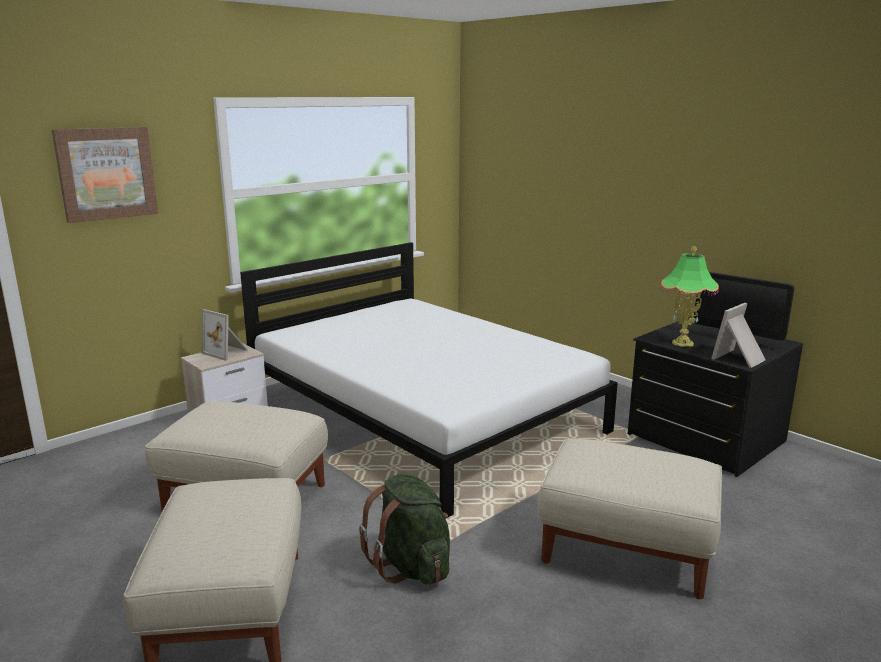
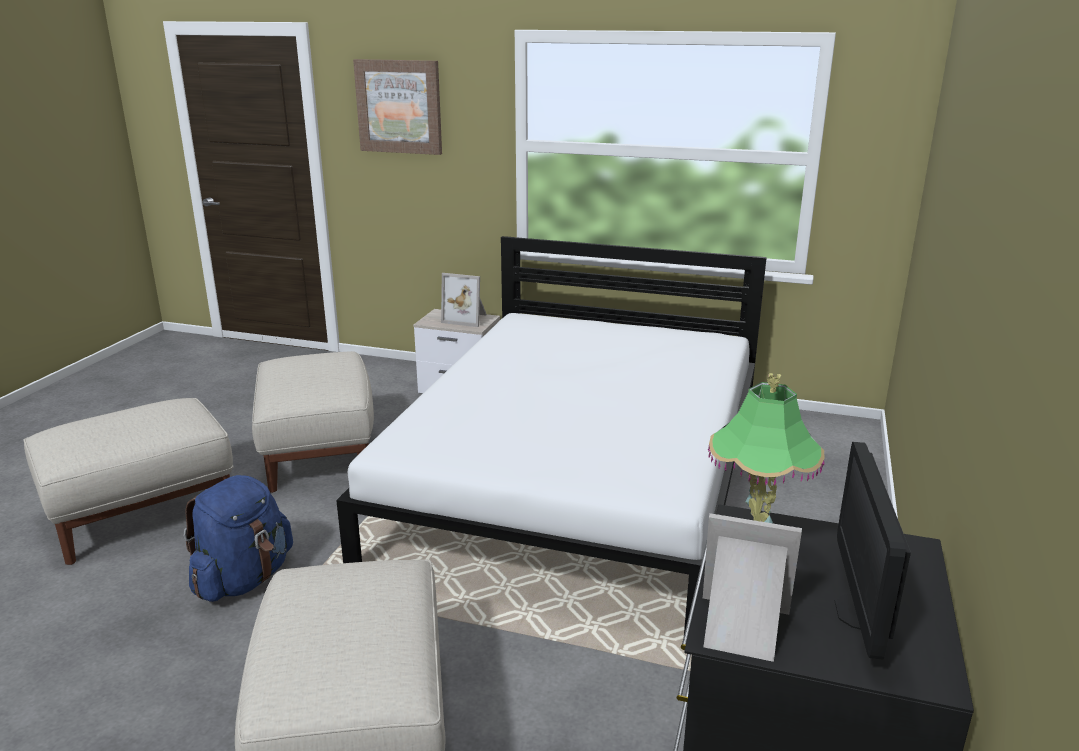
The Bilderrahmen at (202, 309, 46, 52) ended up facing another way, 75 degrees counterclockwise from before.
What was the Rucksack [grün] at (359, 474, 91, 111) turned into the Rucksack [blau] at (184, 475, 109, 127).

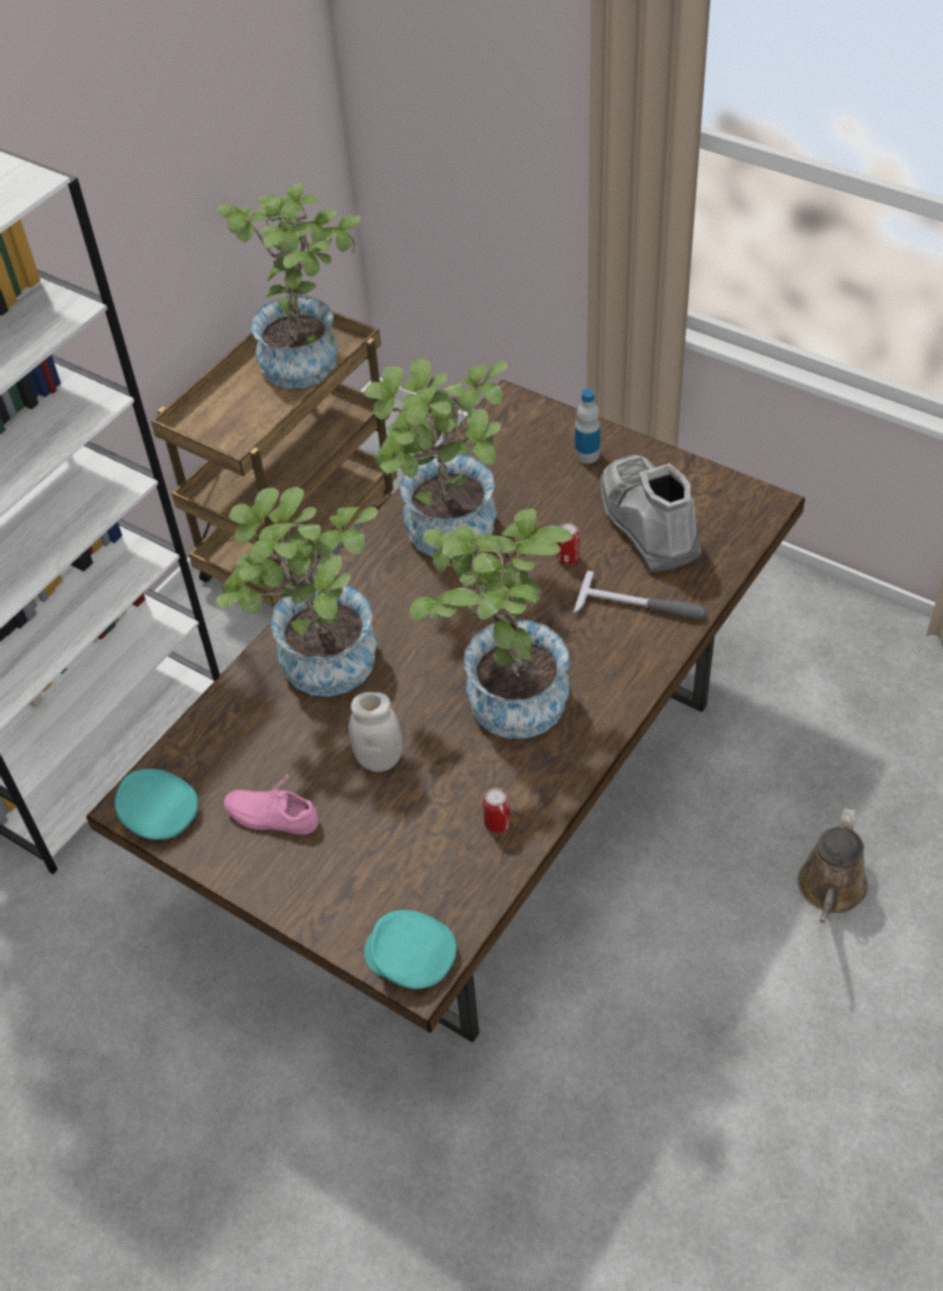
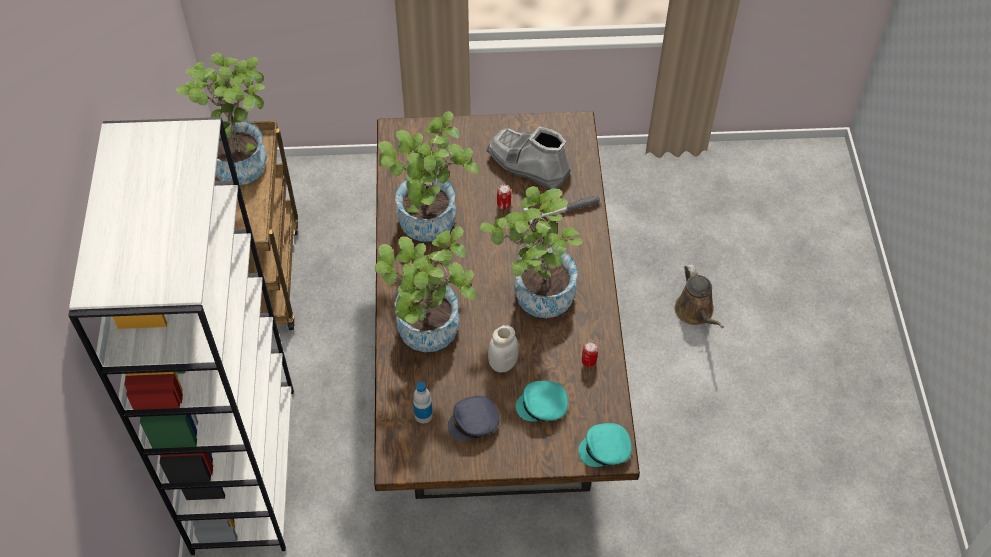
The Flasche ended up elsewhere, having gone from (575, 389, 25, 75) to (413, 382, 20, 41).
The Kappe [türkis] ended up elsewhere, having gone from (115, 769, 83, 71) to (516, 381, 52, 41).
Where the Schuh [rosa] stood at (224, 774, 95, 61), the Kappe [grau] came to stand at (448, 396, 51, 45).

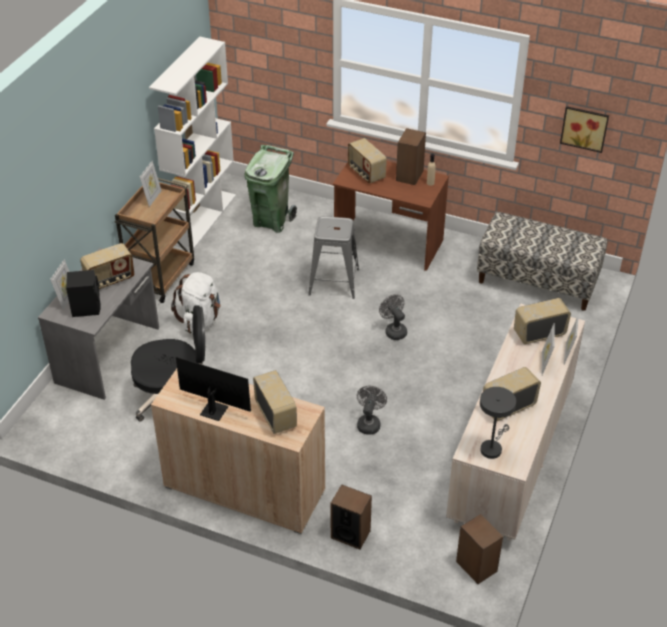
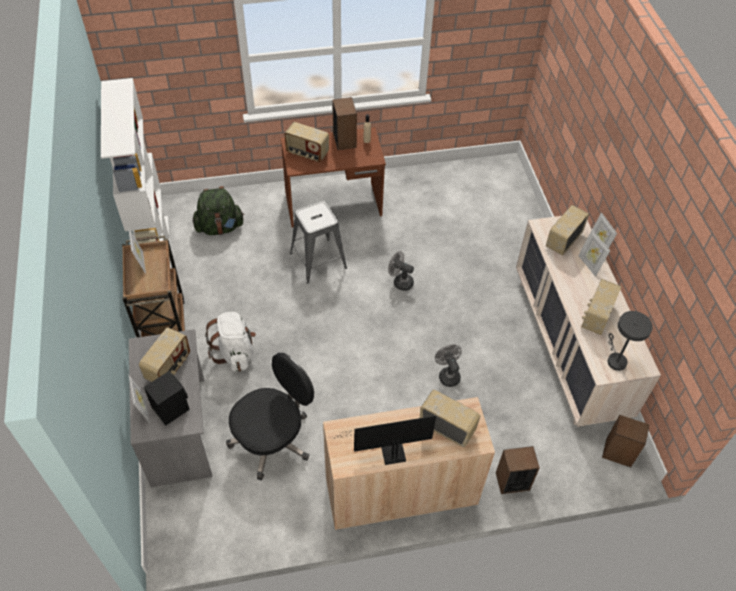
The second view lost the Bild at (560, 106, 49, 47).
Where the Mülleimer [grün] stood at (245, 145, 52, 88), the Rucksack [grün] came to stand at (193, 186, 51, 49).
The second view lost the Bank at (477, 212, 130, 99).

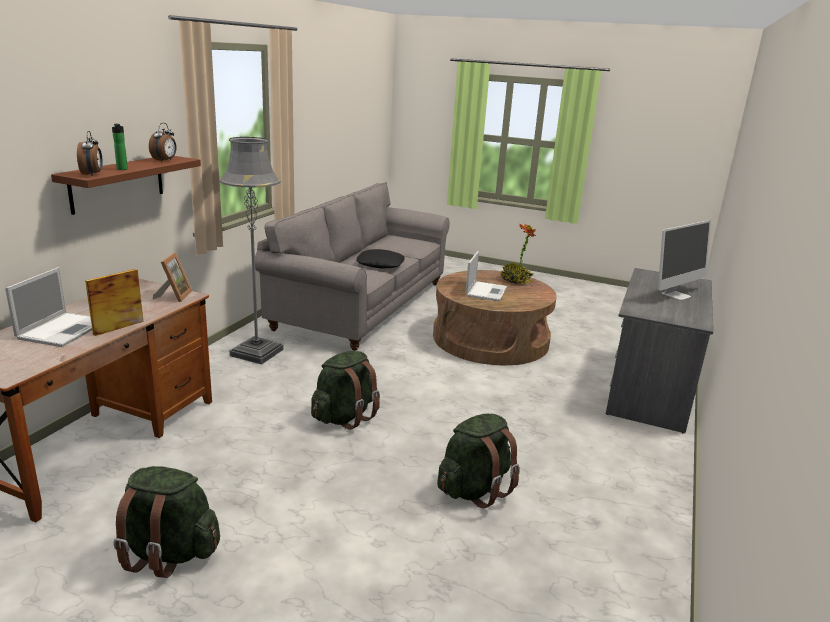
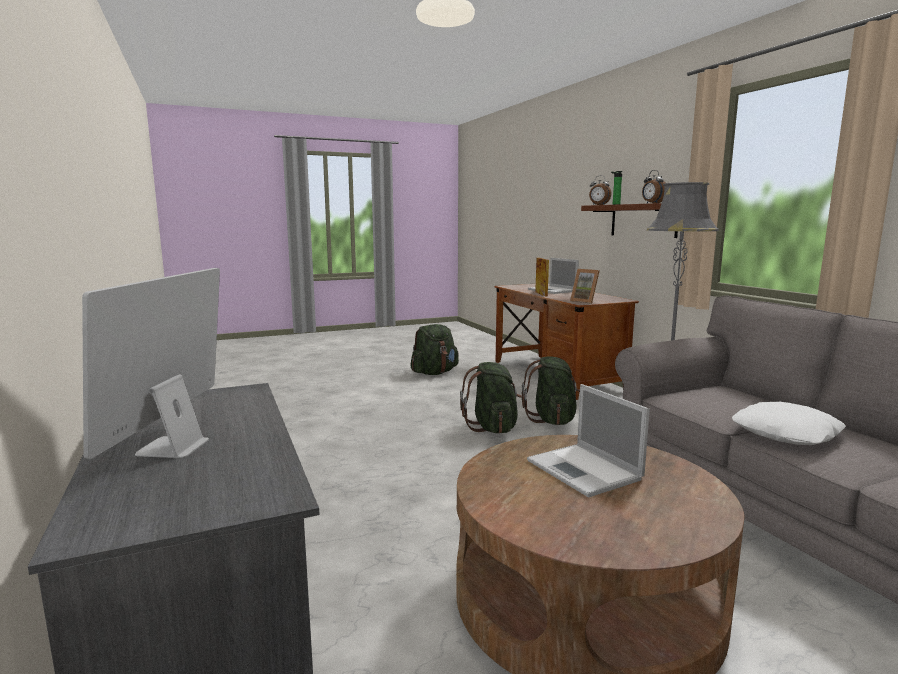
The second view lost the Topfpflanze at (500, 224, 36, 60).
What was the Kissen [schwarz] at (357, 249, 48, 19) turned into the Kissen [weiß] at (732, 402, 114, 43).
The Rucksack [grün] ended up elsewhere, having gone from (437, 414, 83, 94) to (522, 356, 58, 69).

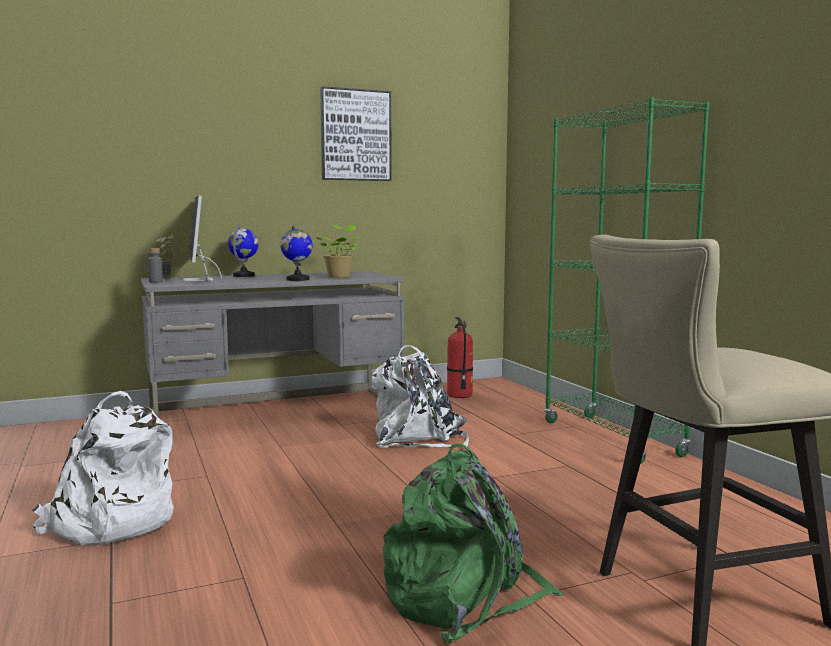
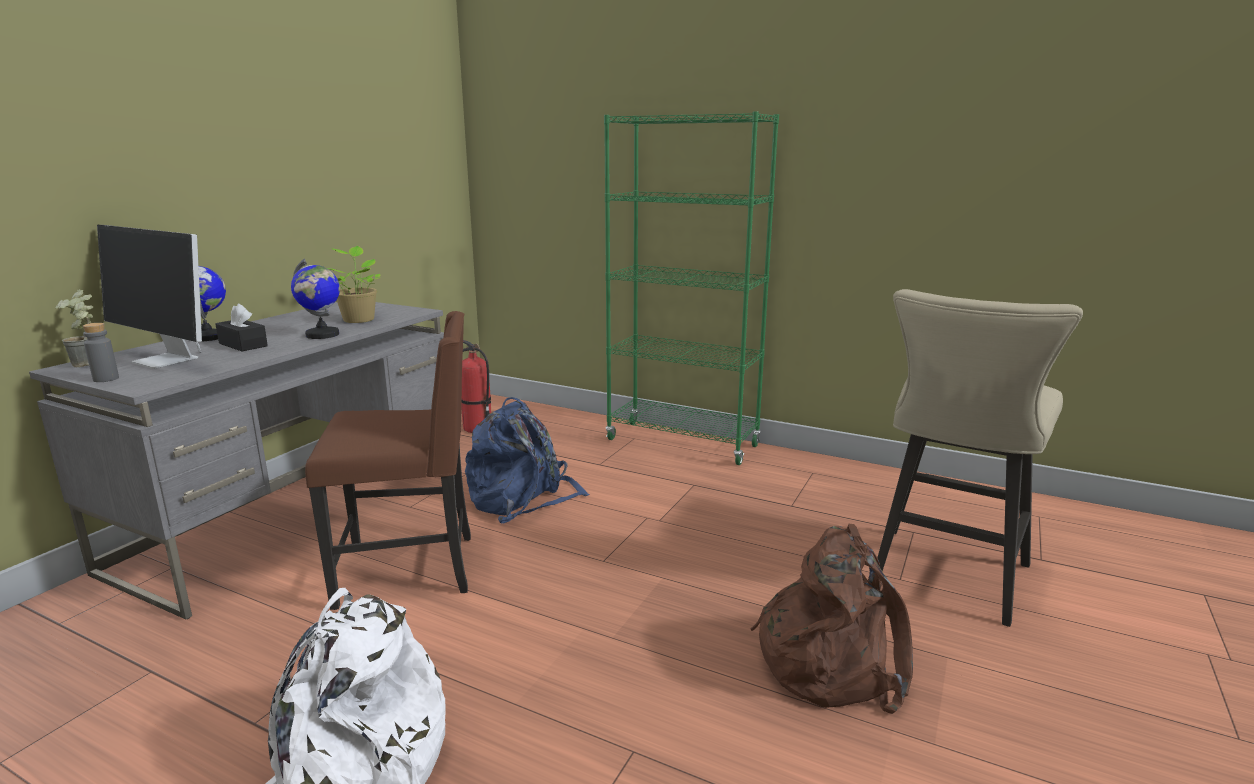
The second view lost the Bild at (320, 86, 72, 95).
What was the Rucksack [weiß] at (372, 345, 97, 103) turned into the Rucksack [blau] at (465, 397, 125, 126).
What was the Rucksack [grün] at (382, 444, 182, 199) turned into the Rucksack [braun] at (751, 524, 162, 190).
The second view gained the Taschentuchbox [schwarz] at (215, 304, 53, 47).
The second view gained the Stuhl [braun] at (305, 311, 166, 299).

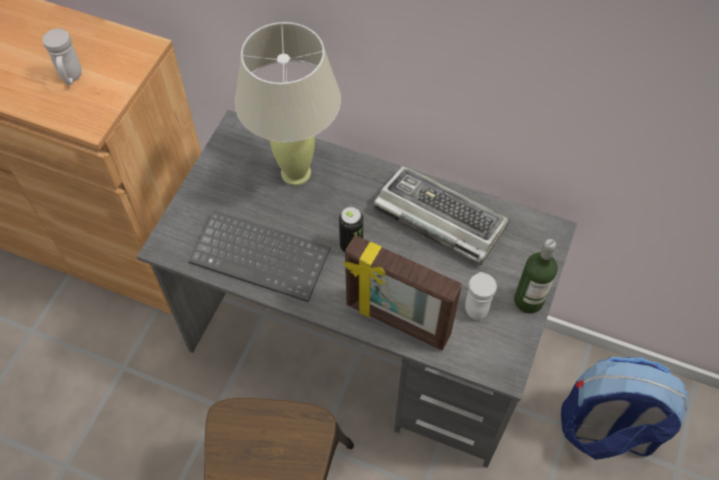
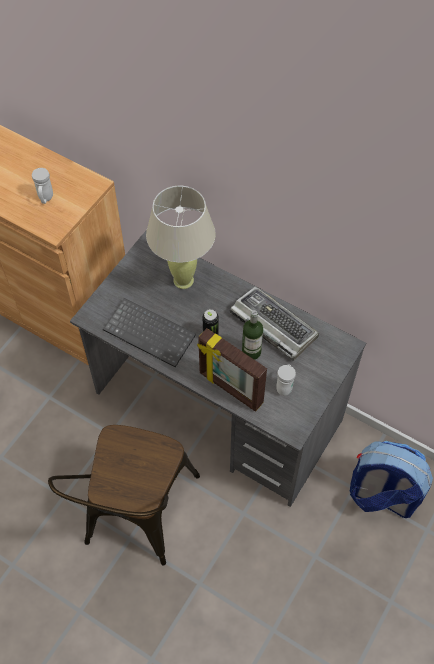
The Flasche ended up elsewhere, having gone from (514, 239, 44, 75) to (242, 310, 21, 50).

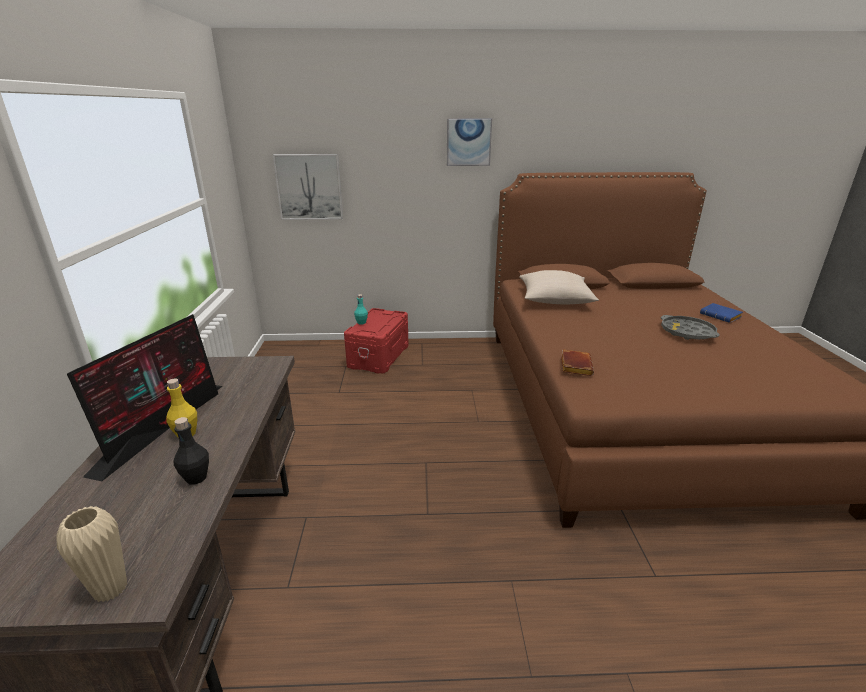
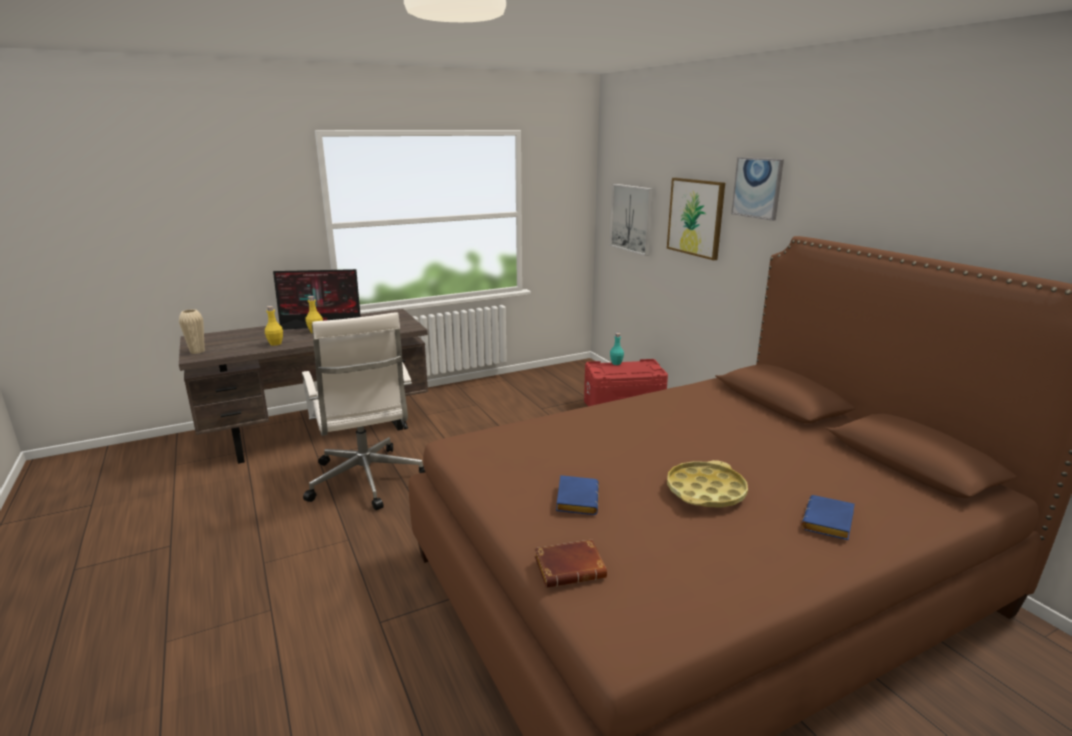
The second view lost the Kissen [beige] at (519, 270, 80, 34).
What was the Tablett [grau] at (661, 315, 59, 25) turned into the Tablett [gelb] at (667, 460, 81, 48).
The Buch [braun] ended up elsewhere, having gone from (561, 349, 33, 27) to (535, 539, 72, 49).
What was the Flasche [schwarz] at (173, 417, 36, 68) turned into the Flasche [gelb] at (265, 306, 18, 40).
The second view gained the Bild at (667, 178, 58, 82).
The second view gained the Bürostuhl [weiß] at (302, 312, 124, 198).
The second view gained the Buch [blau] at (556, 475, 43, 40).

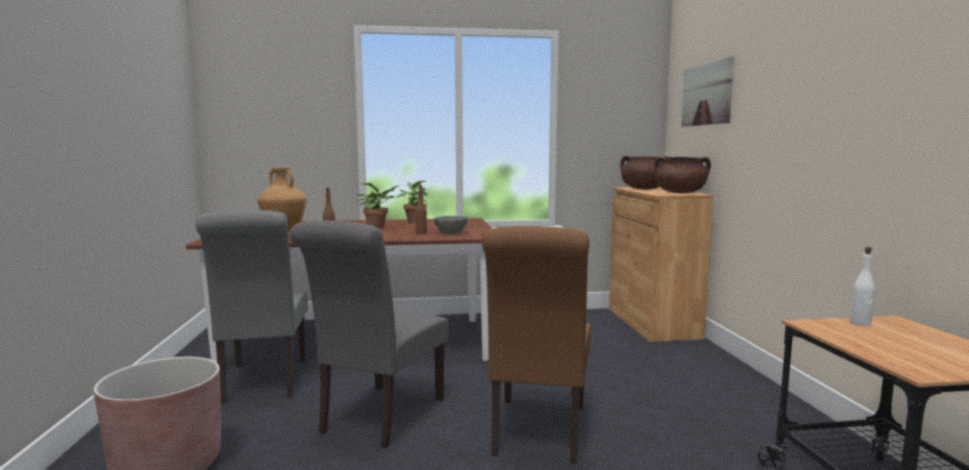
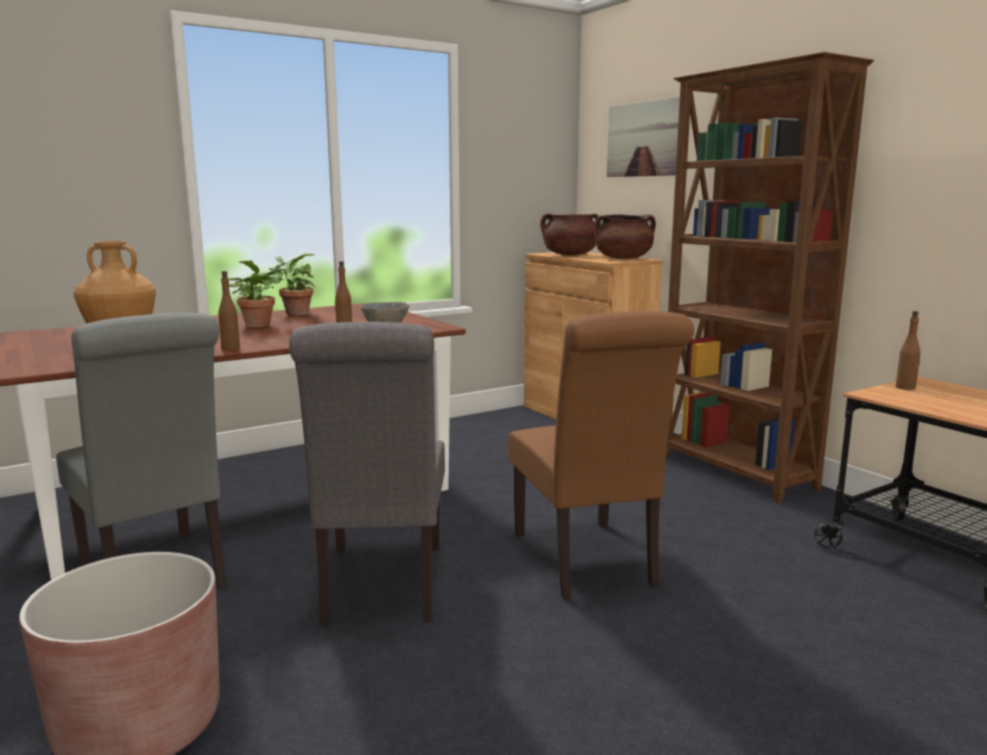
What was the Flasche [weiß] at (850, 247, 25, 79) turned into the Flasche [braun] at (896, 311, 24, 79).
The second view gained the Bücherregal [braun] at (666, 52, 208, 452).

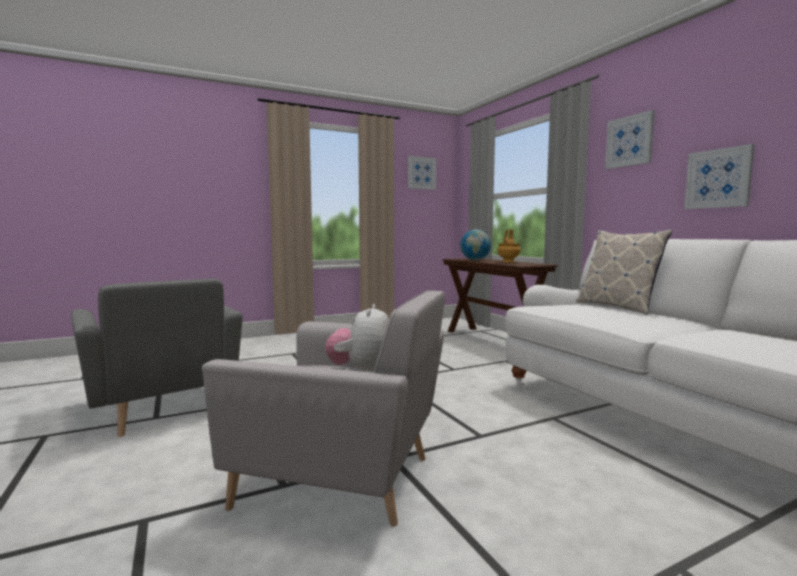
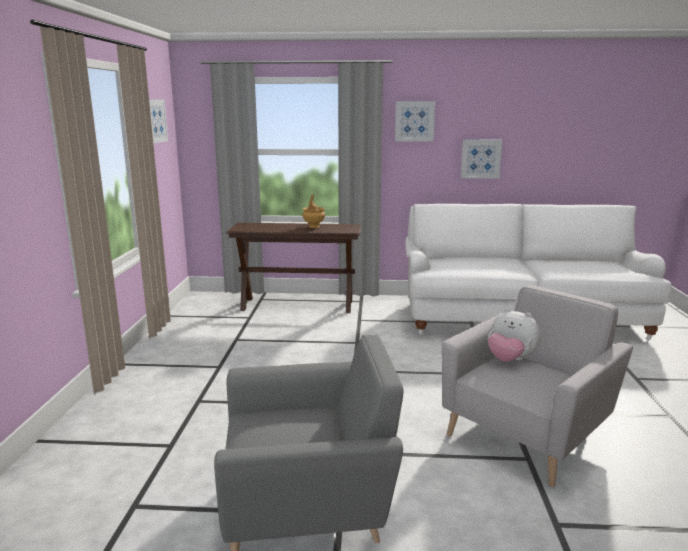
The second view lost the Globus at (460, 230, 31, 30).
The second view lost the Kissen at (576, 230, 97, 85).

